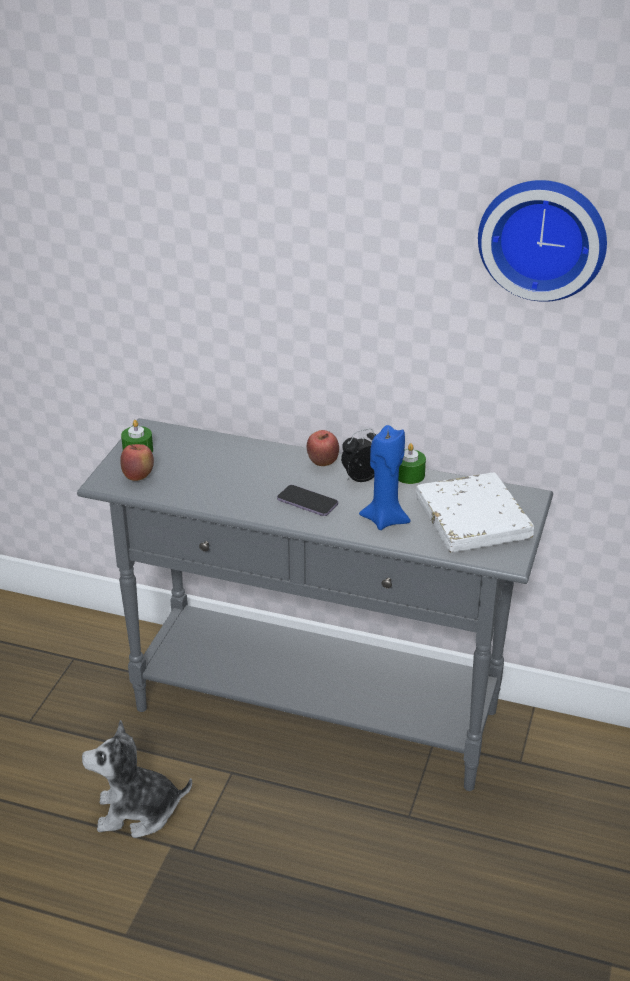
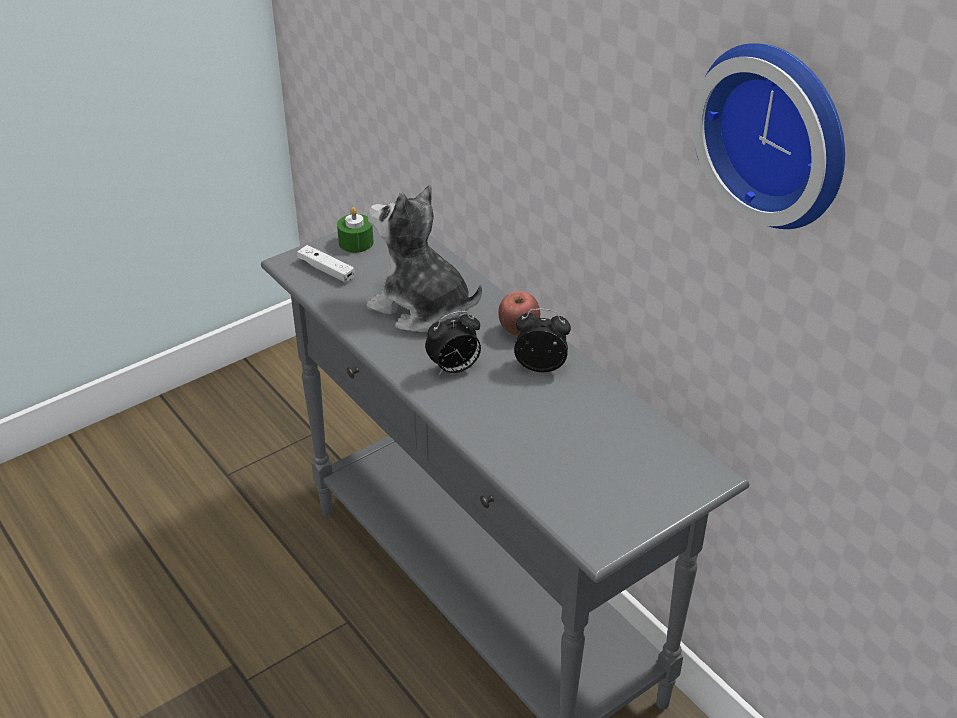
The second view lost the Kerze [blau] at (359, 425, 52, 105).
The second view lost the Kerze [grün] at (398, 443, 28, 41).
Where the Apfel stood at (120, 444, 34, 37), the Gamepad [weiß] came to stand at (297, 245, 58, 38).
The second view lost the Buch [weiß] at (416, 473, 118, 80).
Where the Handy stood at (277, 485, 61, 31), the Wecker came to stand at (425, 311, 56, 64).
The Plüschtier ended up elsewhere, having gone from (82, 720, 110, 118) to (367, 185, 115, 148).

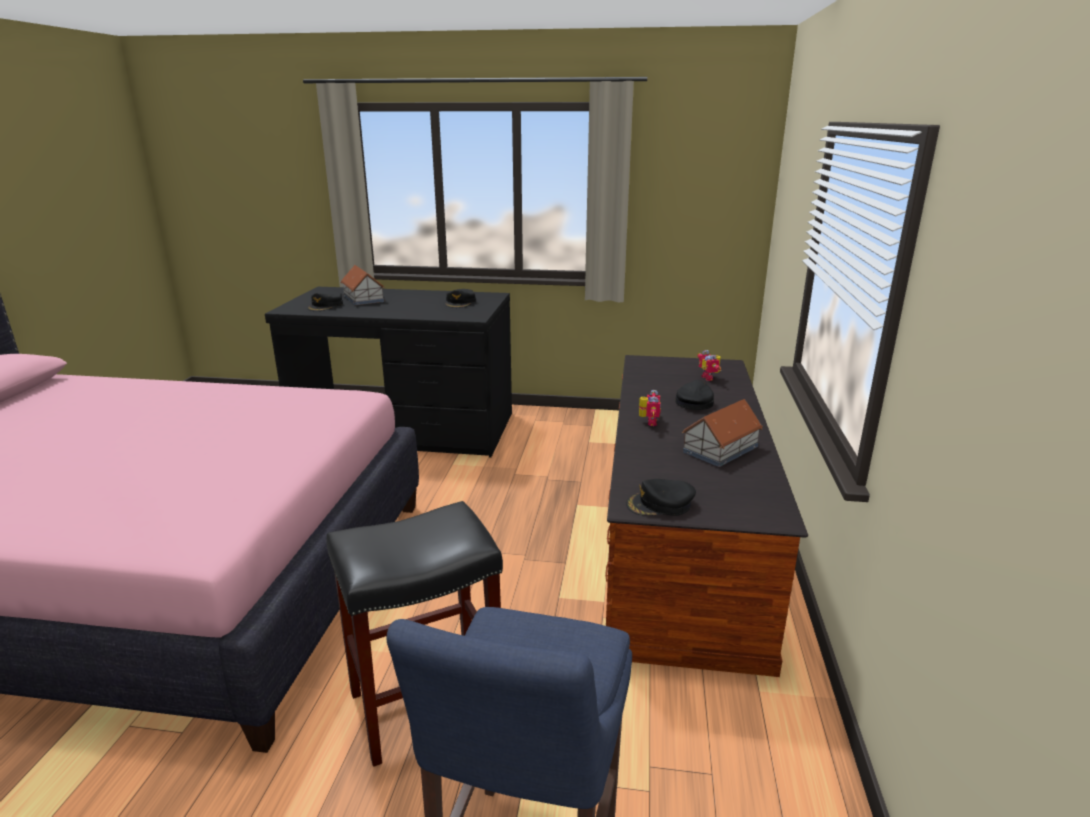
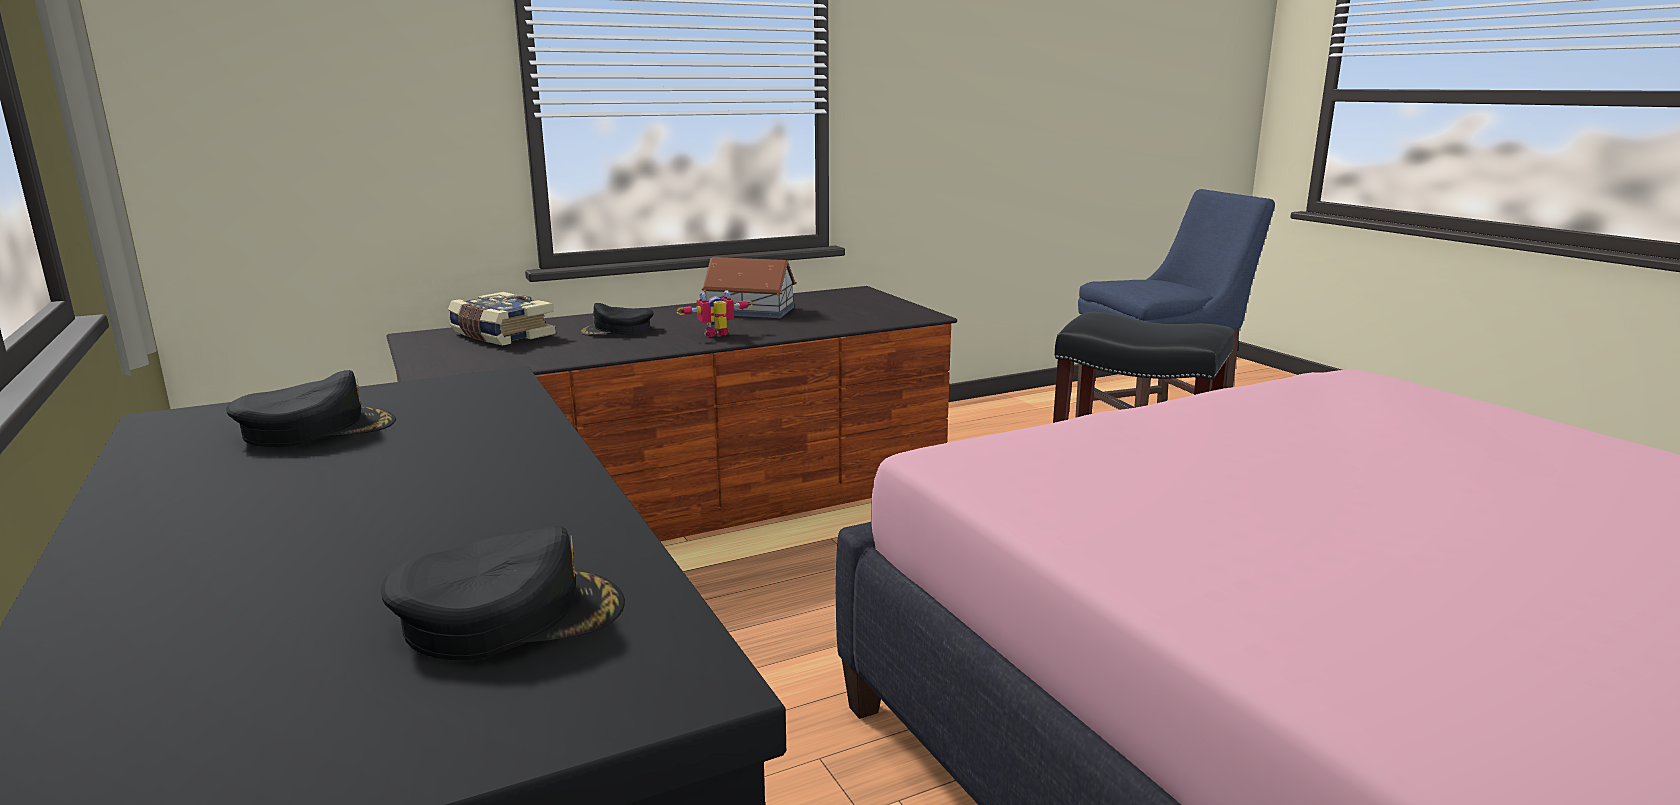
The second view lost the Spielzeughaus at (341, 265, 44, 40).
Where the Spielzeugroboter stood at (698, 350, 23, 31), the Buch came to stand at (448, 292, 108, 54).
The second view lost the Kappe [schwarz] at (626, 479, 70, 37).

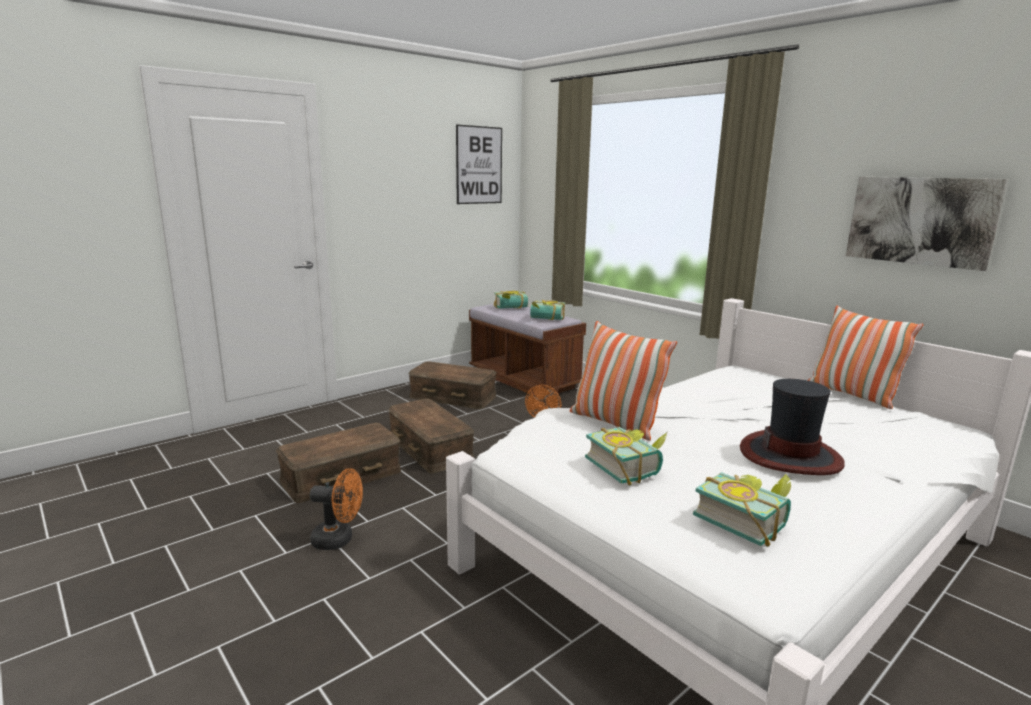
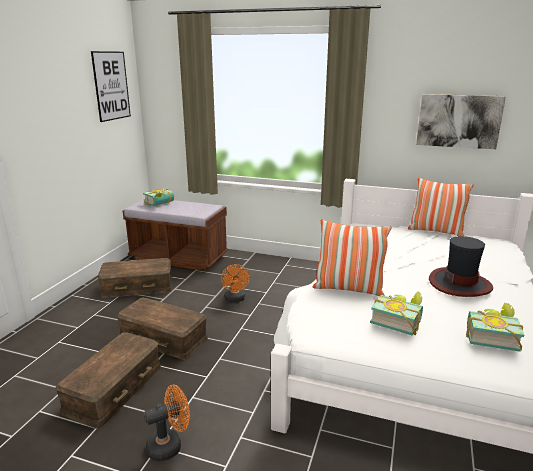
The second view lost the Buch at (530, 300, 35, 20).

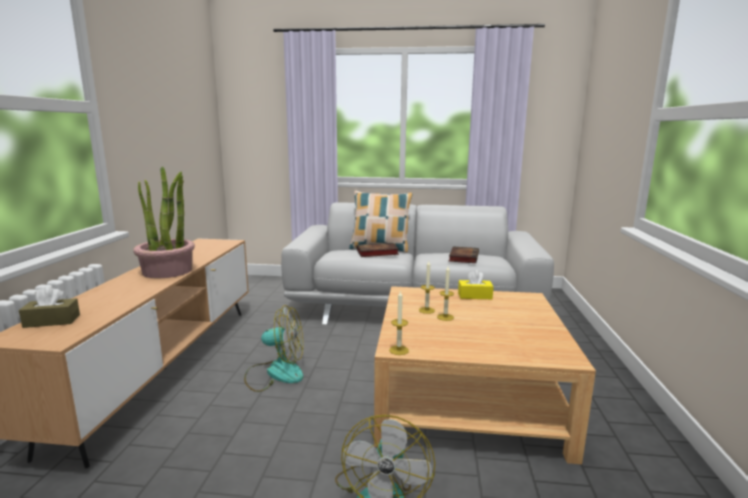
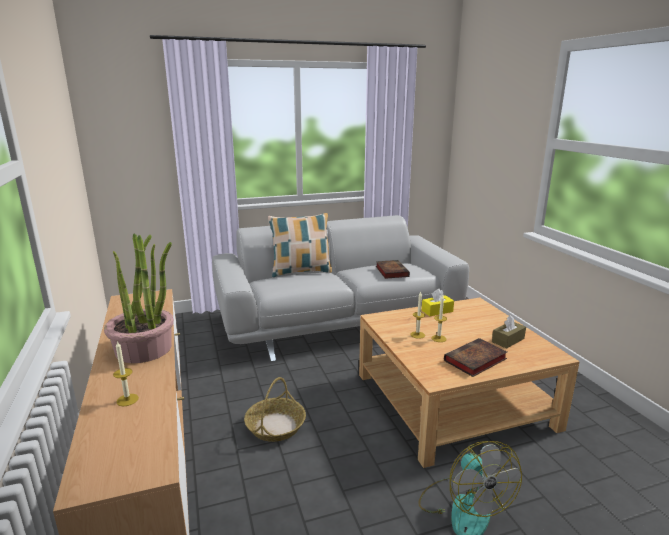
The Buch ended up elsewhere, having gone from (357, 243, 42, 14) to (444, 338, 63, 39).
The Taschentuchbox [braun] ended up elsewhere, having gone from (19, 286, 61, 42) to (492, 315, 34, 34).
The Kerze ended up elsewhere, having gone from (389, 291, 20, 64) to (113, 341, 26, 65).
Where the Ventilator stood at (244, 305, 59, 87), the Korb came to stand at (244, 377, 62, 65).

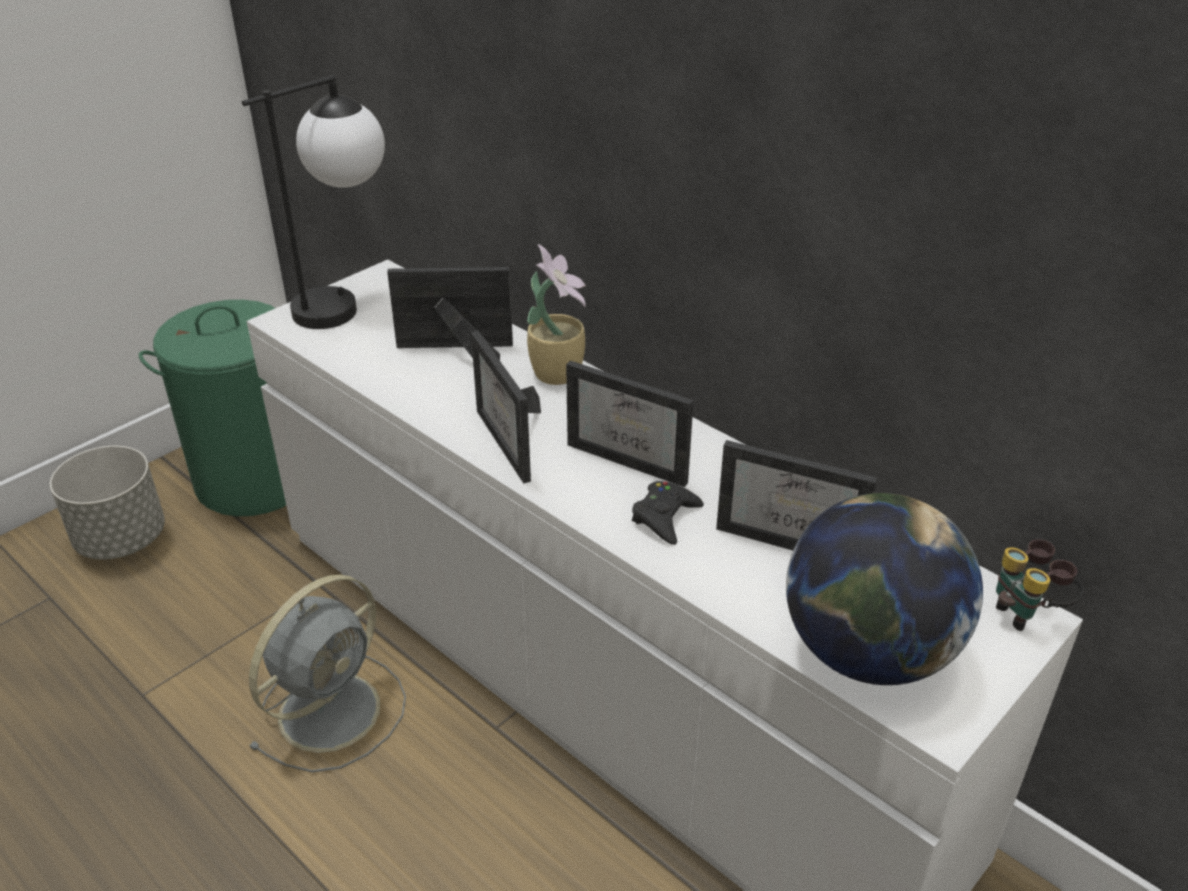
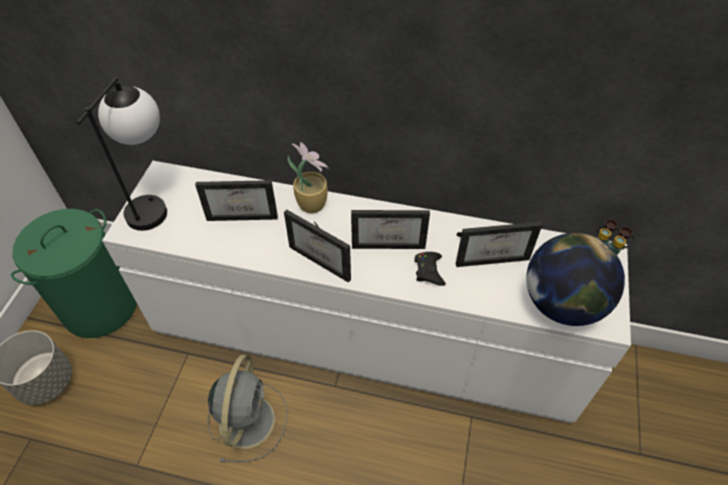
The Bilderrahmen at (387, 267, 126, 93) ended up facing another way, 150 degrees counterclockwise from before.

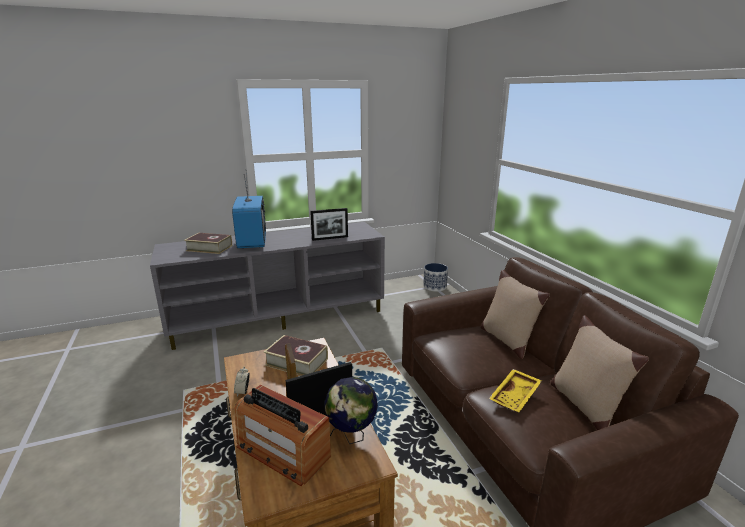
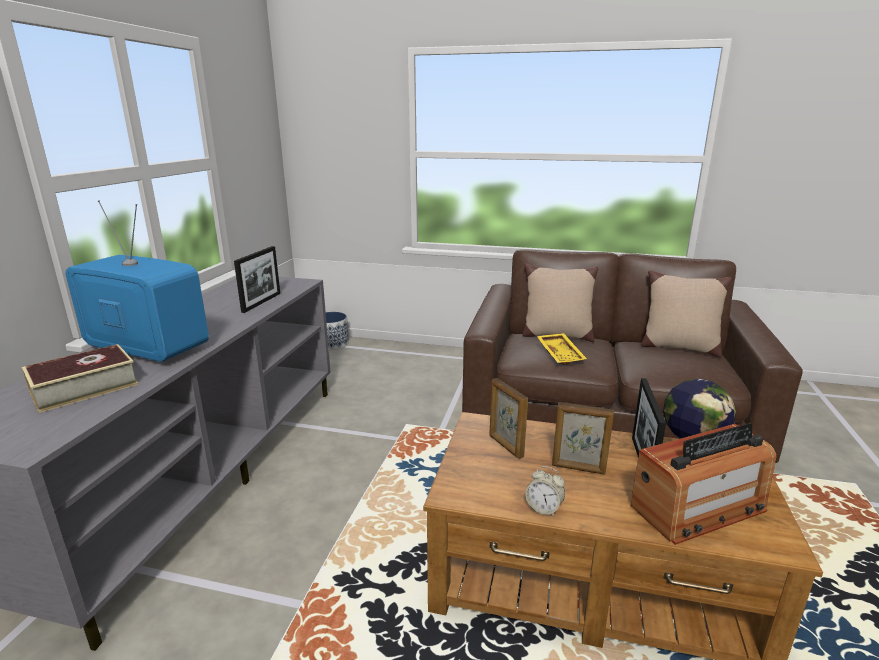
Where the Buch stood at (264, 335, 64, 41), the Bilderrahmen came to stand at (489, 378, 39, 81).
The Tablett [gelb] ended up elsewhere, having gone from (489, 369, 53, 43) to (537, 333, 50, 32).

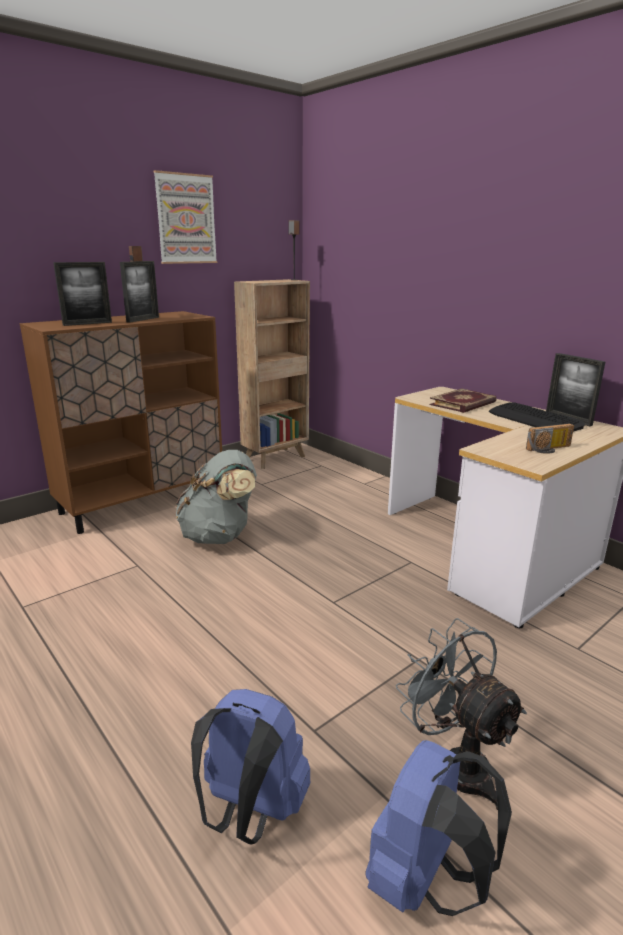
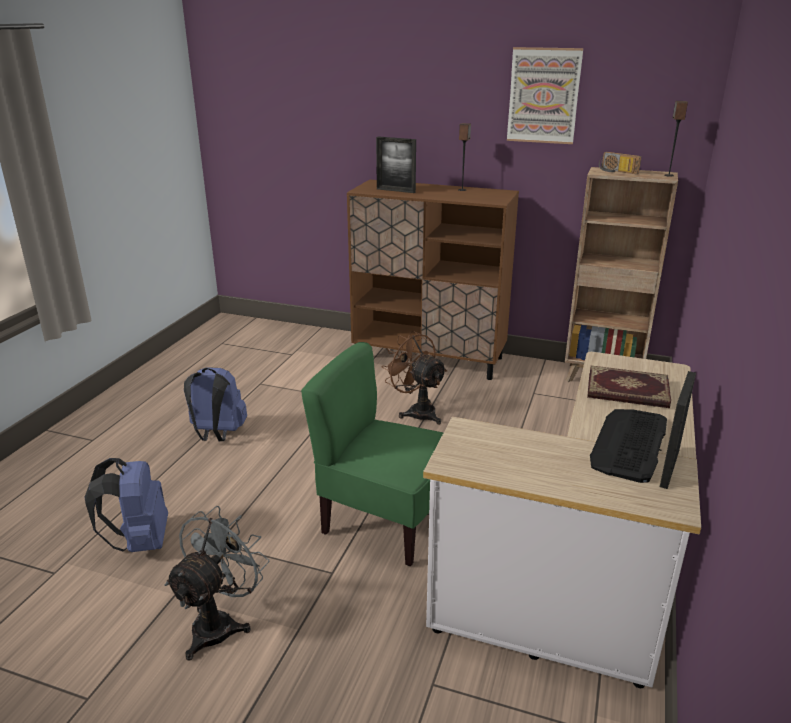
The second view lost the Bilderrahmen at (120, 261, 39, 62).
The Radio ended up elsewhere, having gone from (526, 424, 48, 30) to (599, 152, 42, 22).
Where the Rucksack [grau] stood at (176, 450, 81, 94), the Ventilator [braun] came to stand at (382, 331, 65, 94).
The Rucksack [blau] ended up elsewhere, having gone from (366, 740, 146, 176) to (184, 367, 63, 74).
The second view gained the Stuhl [grün] at (301, 342, 142, 224).

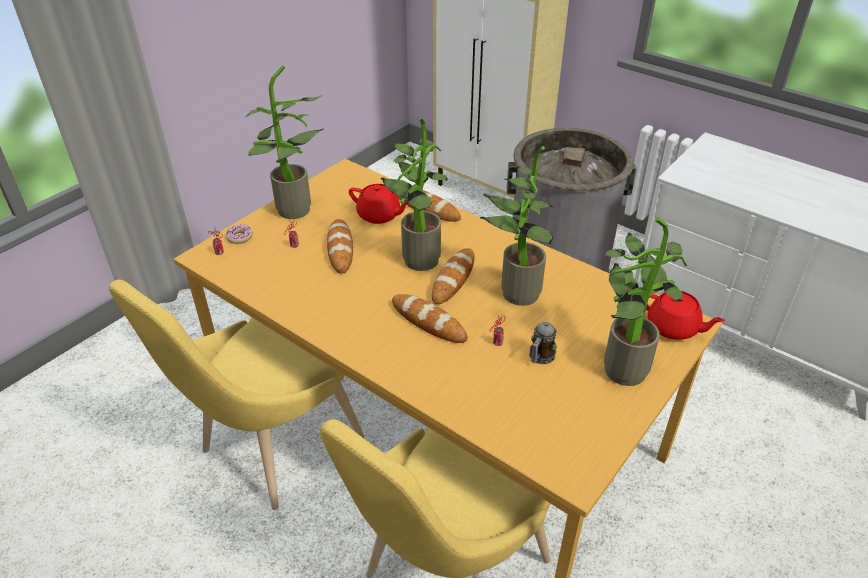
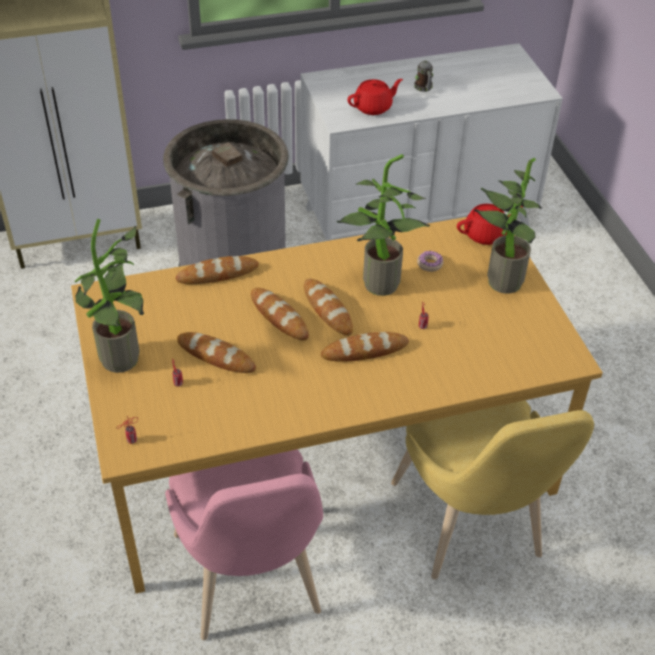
Where the Topfpflanze stood at (380, 116, 68, 155), the Brot came to stand at (251, 288, 58, 52).
The Teekanne [rot] ended up elsewhere, having gone from (349, 184, 60, 40) to (347, 79, 56, 36).
The Donut ended up elsewhere, having gone from (226, 225, 27, 19) to (417, 251, 26, 21).
What was the Stuhl [gelb] at (109, 280, 256, 230) turned into the Stuhl [rosa] at (165, 449, 158, 191).
The Henkelbecher ended up elsewhere, having gone from (529, 322, 28, 42) to (414, 60, 19, 32).

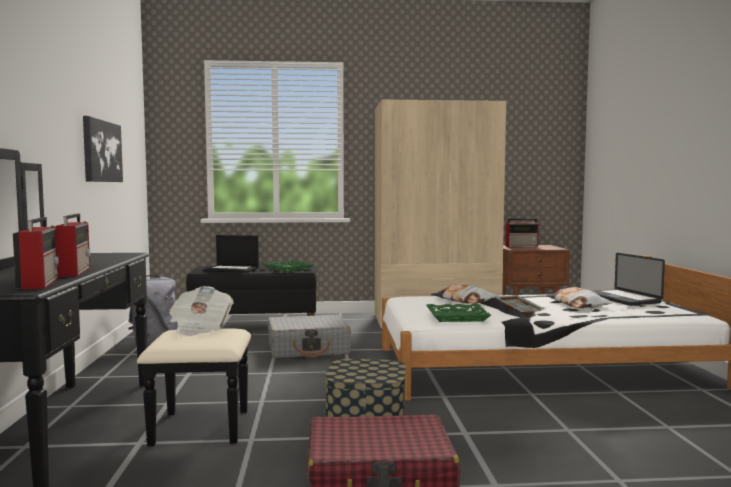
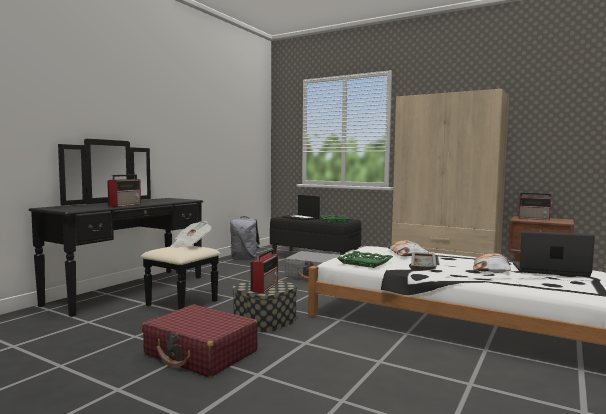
The second view lost the Bild at (83, 116, 40, 66).
The Radio ended up elsewhere, having gone from (13, 217, 46, 73) to (250, 249, 28, 44).
The Laptop at (593, 253, 72, 53) ended up facing another way, 90 degrees clockwise from before.

